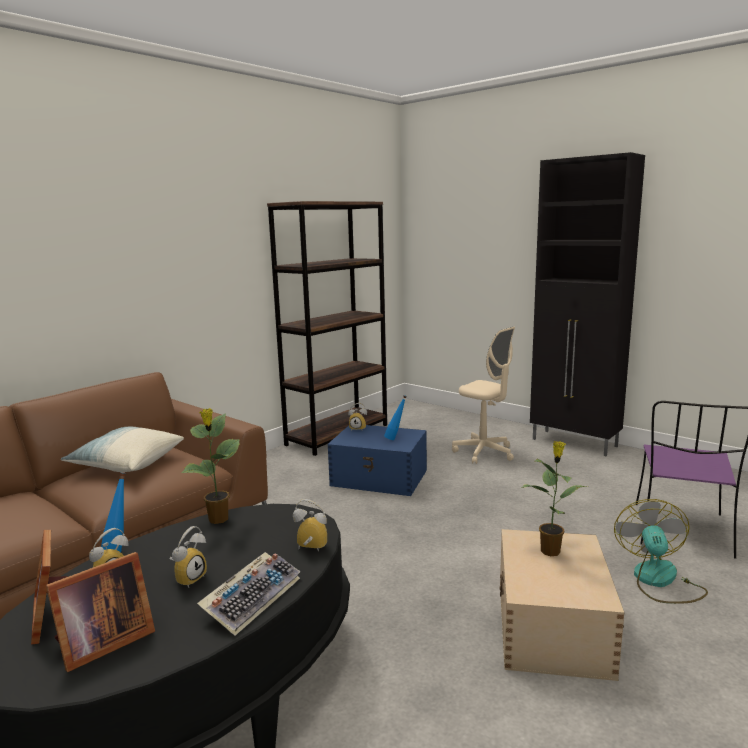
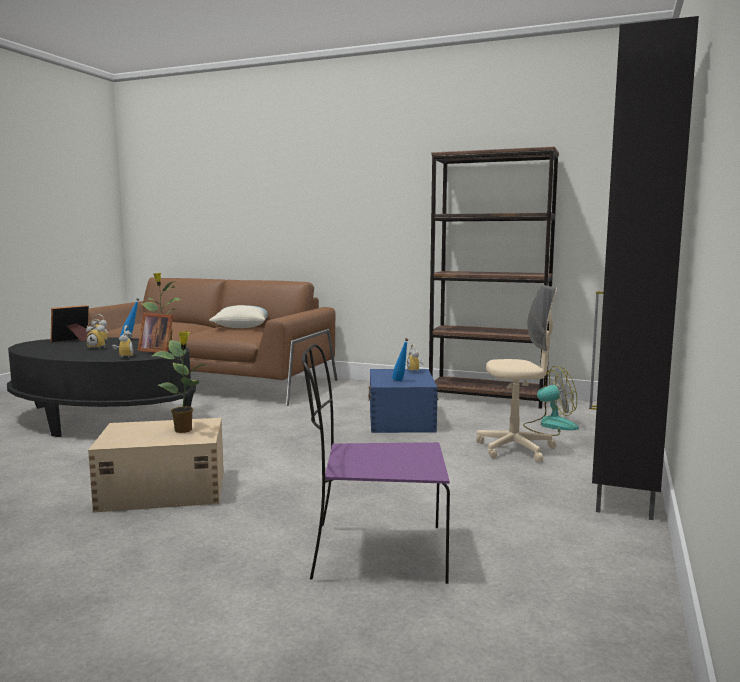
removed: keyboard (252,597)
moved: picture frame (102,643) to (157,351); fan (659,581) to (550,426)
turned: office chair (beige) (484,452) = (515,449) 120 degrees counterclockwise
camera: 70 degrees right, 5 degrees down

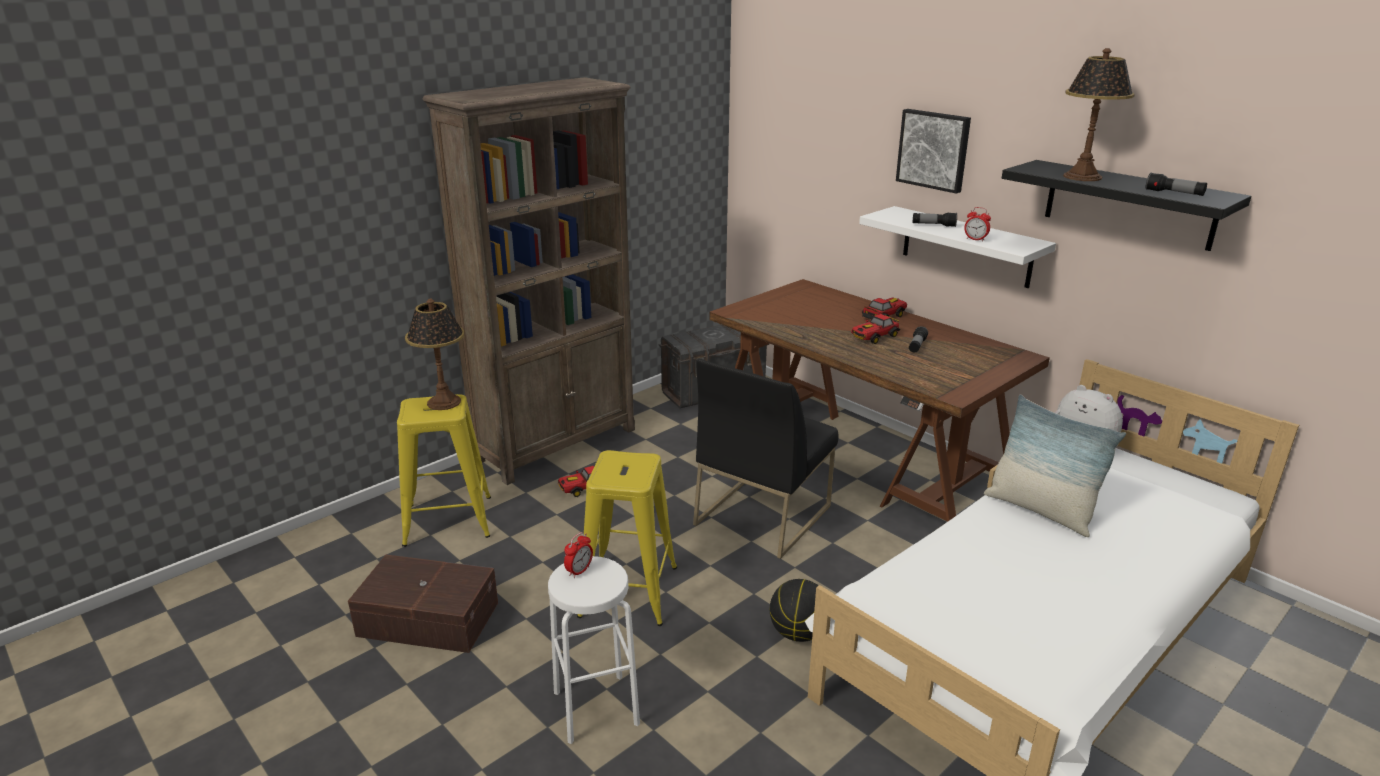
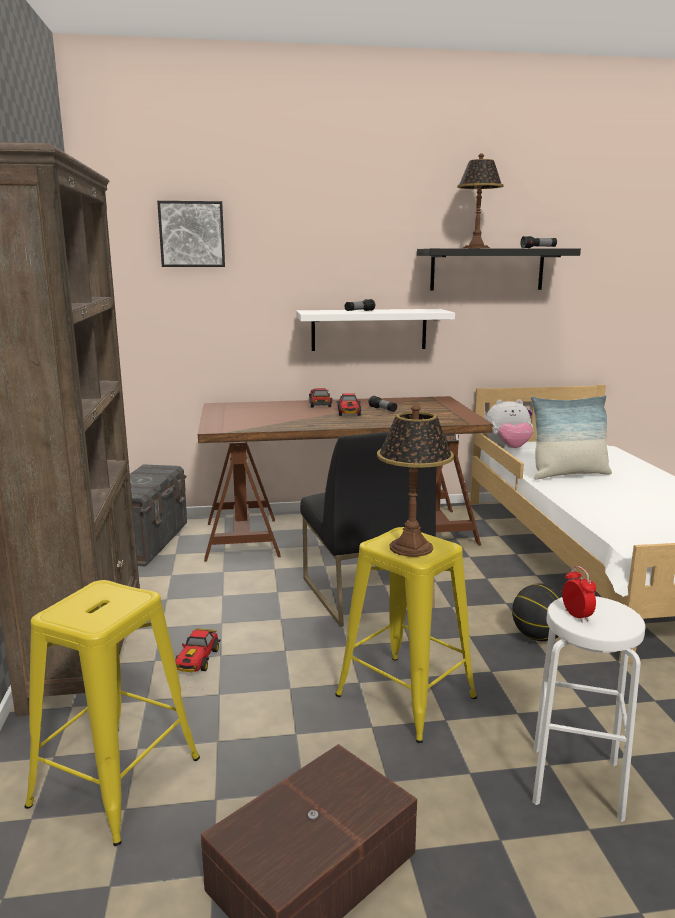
removed: alarm clock (975,239)
moved: table lamp (444,402) to (411,547); picture (934,150) to (192,234)
camera: 55 degrees left, 10 degrees down

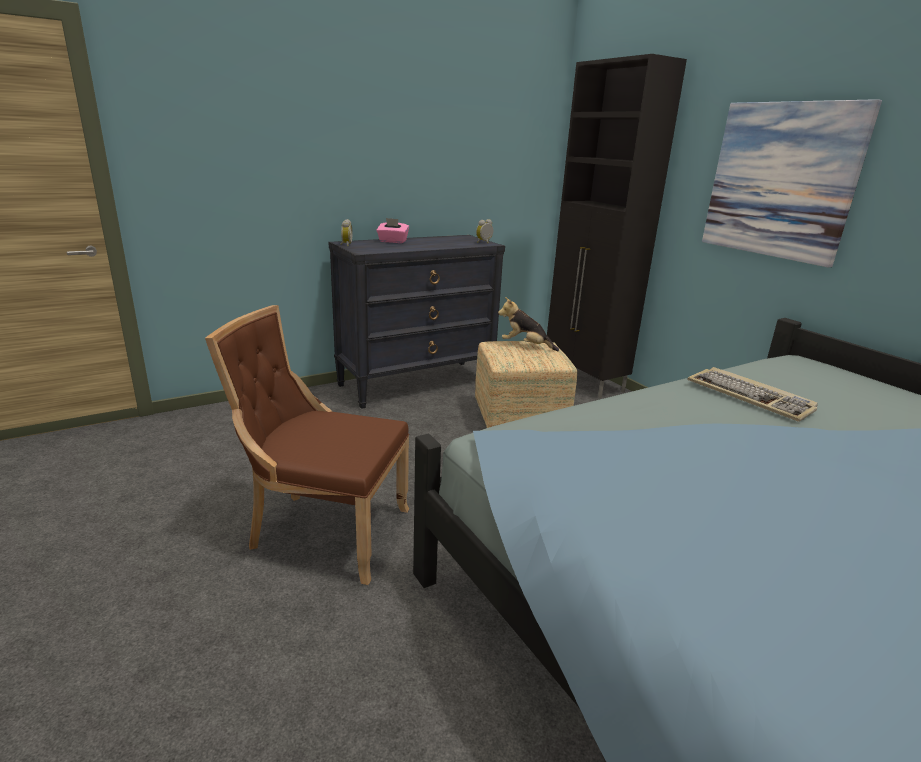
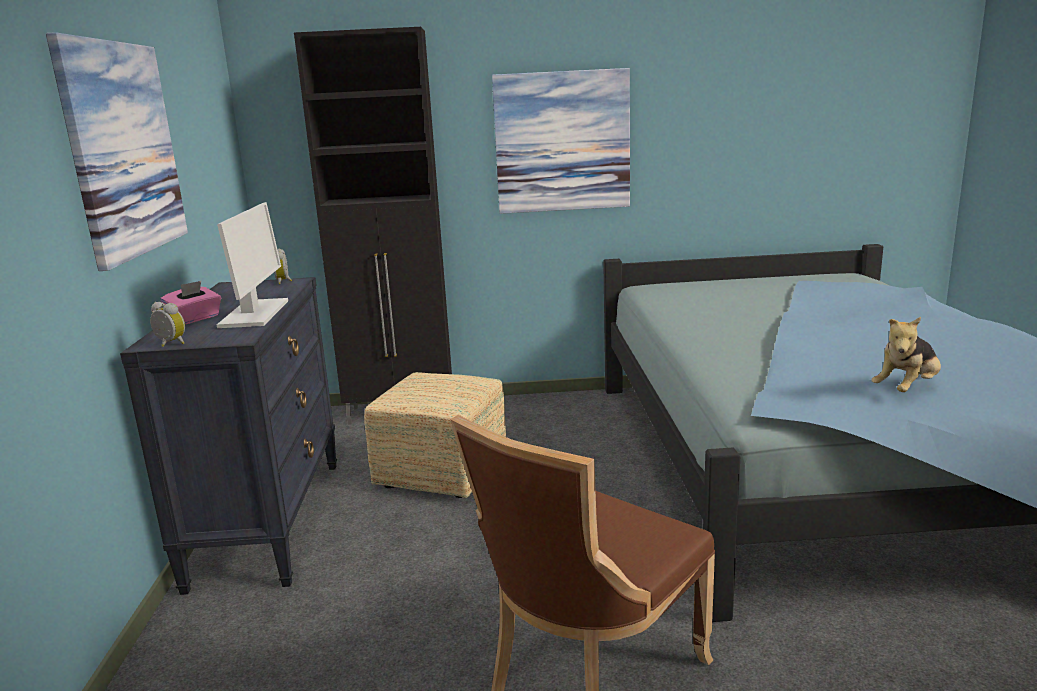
removed: keyboard (750,397)
added: picture (123,150); monitor (255,314)
moved: plush toy (525,346) to (907,389)
camera: 60 degrees left, 5 degrees down

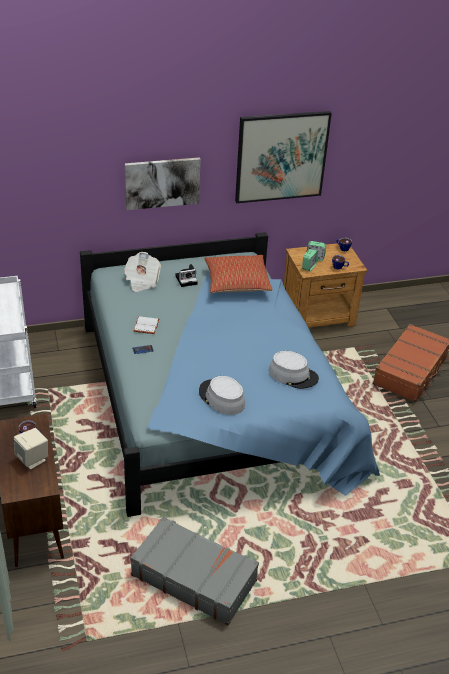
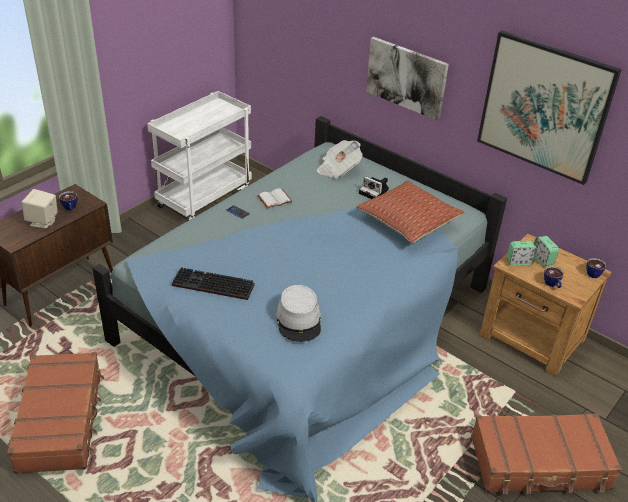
replaced: hat (grey) (221,398) to keyboard (211,286)
recoloured: suitcase (grey) (194,577) to suitcase (brown) (61,420)
camera: 55 degrees right, 0 degrees up

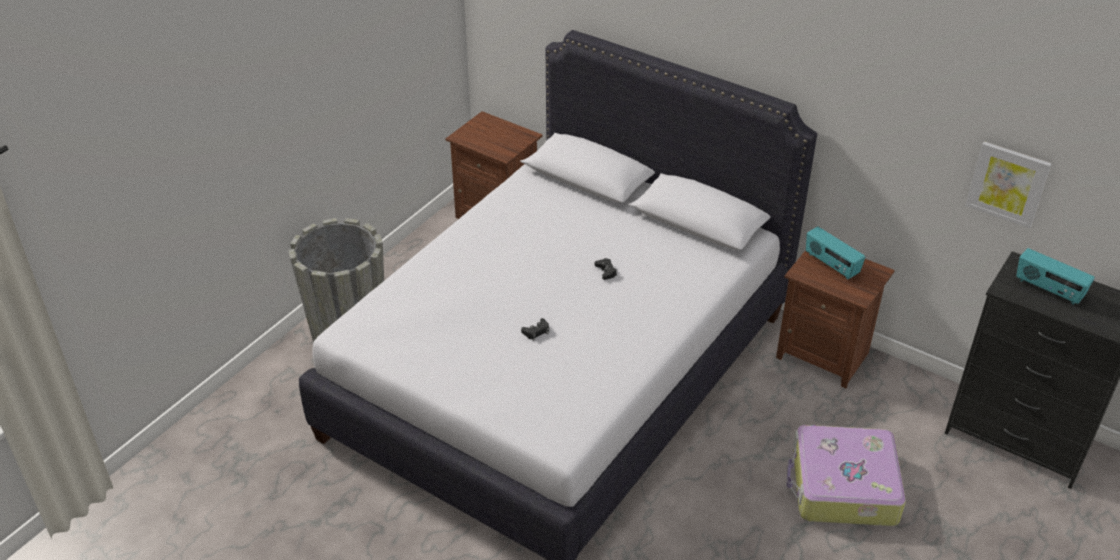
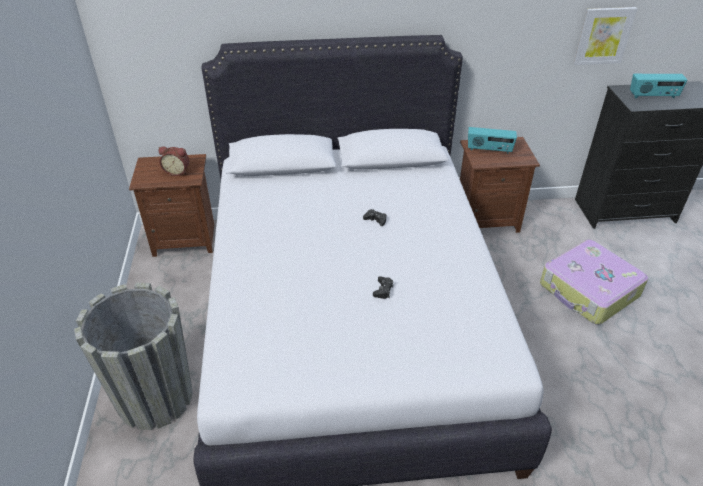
added: alarm clock (177,171)
camera: 40 degrees left, 0 degrees up

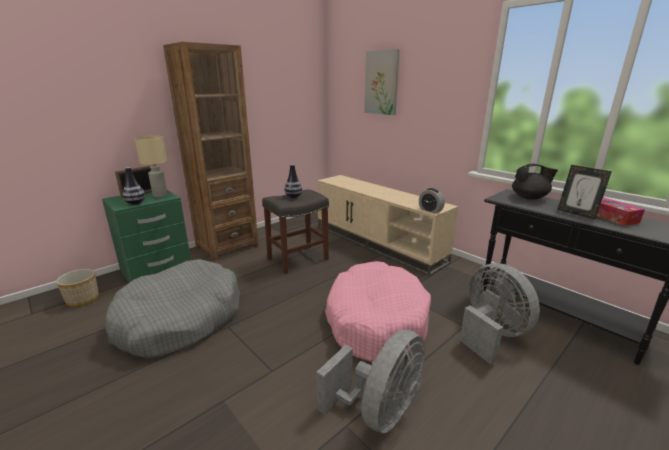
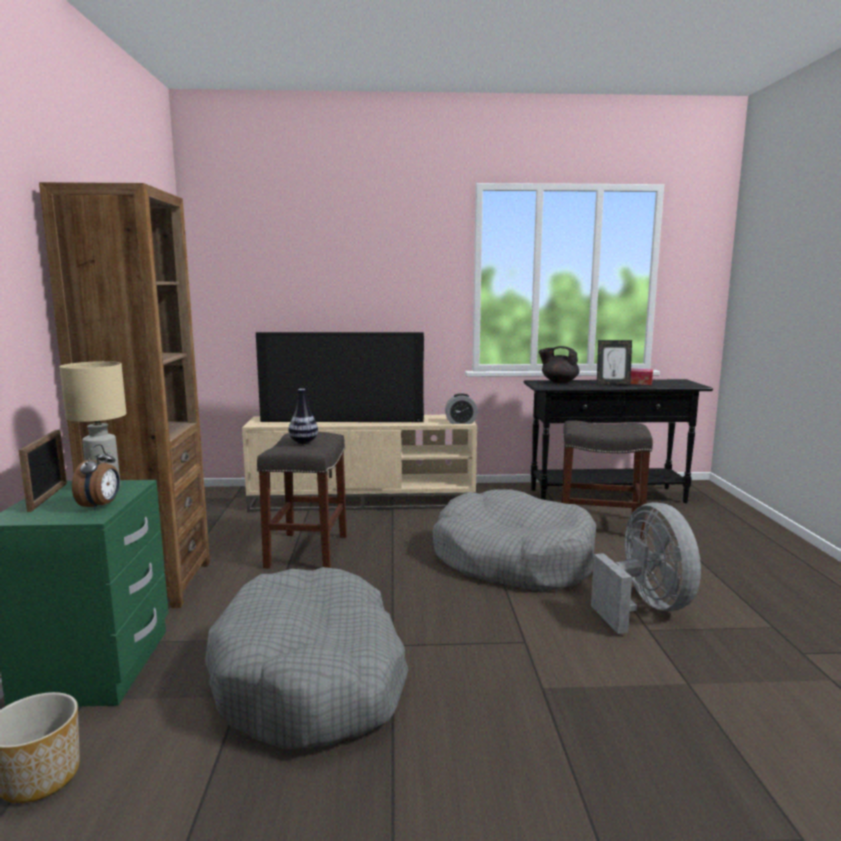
removed: picture (382,83)
added: television (343,419)
replaced: vase (135,203) to alarm clock (101,506); fan (grey) (490,334) to stool (grey) (598,525)
recoloured: dog bed (pink) (375,321) to dog bed (grey) (513,559)
turned: teapot (black) (529,198) = (558,382) 120 degrees counterclockwise
camera: 50 degrees left, 10 degrees down

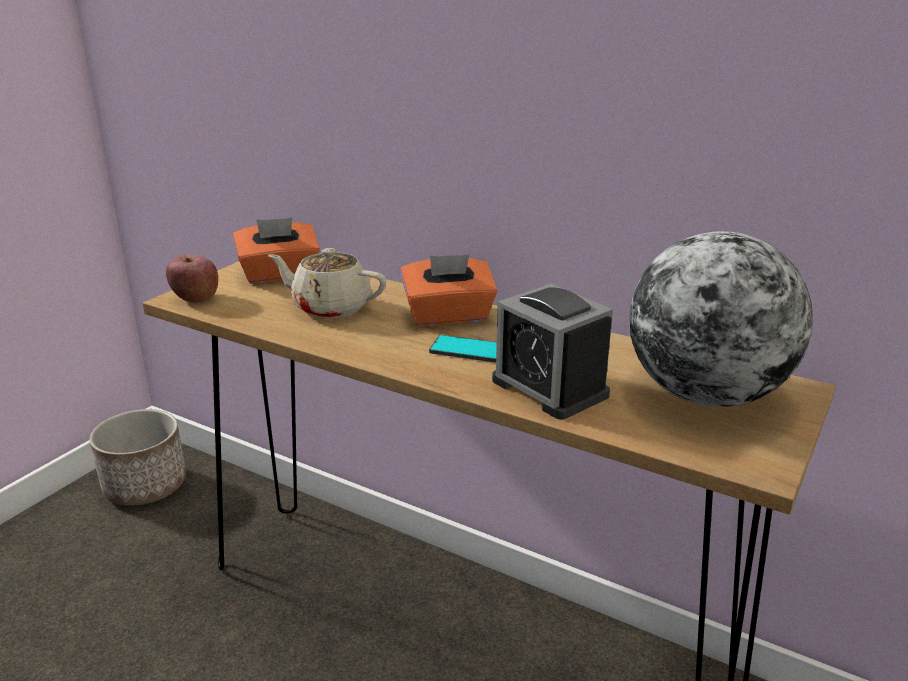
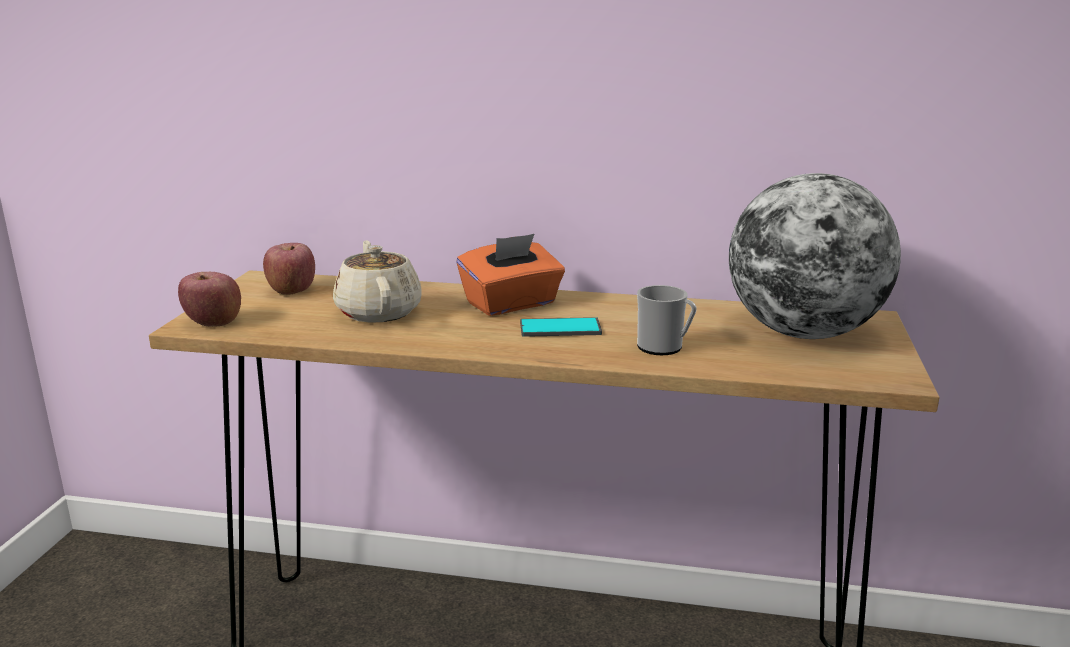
removed: planter (144,486)
replaced: tissue box (orange) (279,275) to apple (291,290); alarm clock (549,388) to mug (664,348)
turned: teapot (beige) (330,307) = (378,311) 75 degrees clockwise
camera: 20 degrees left, 5 degrees down

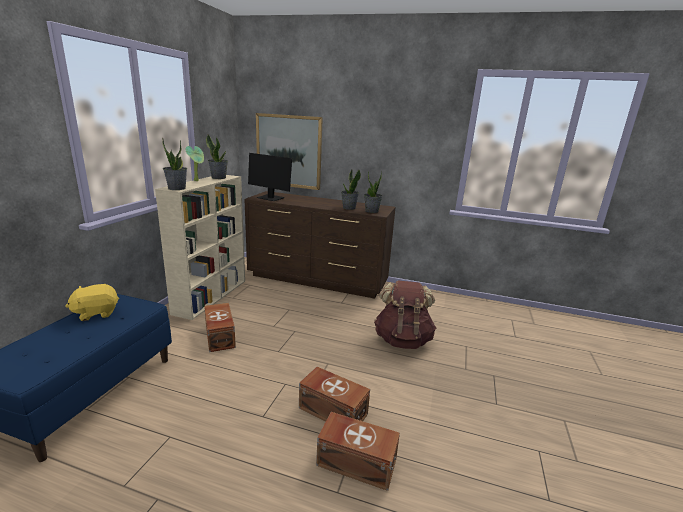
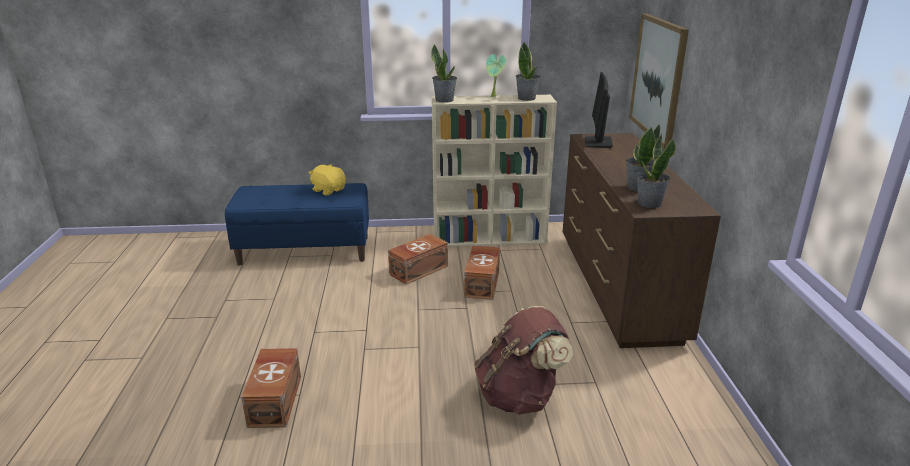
moved: storage box (brown) (332,410) to (483,283)
camera: 70 degrees right, 5 degrees up

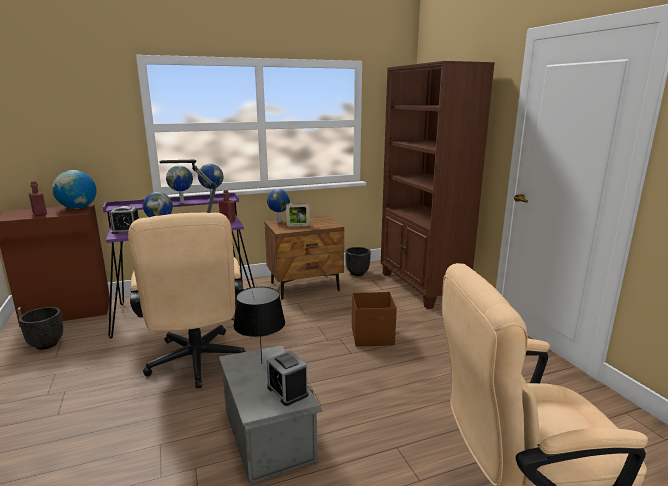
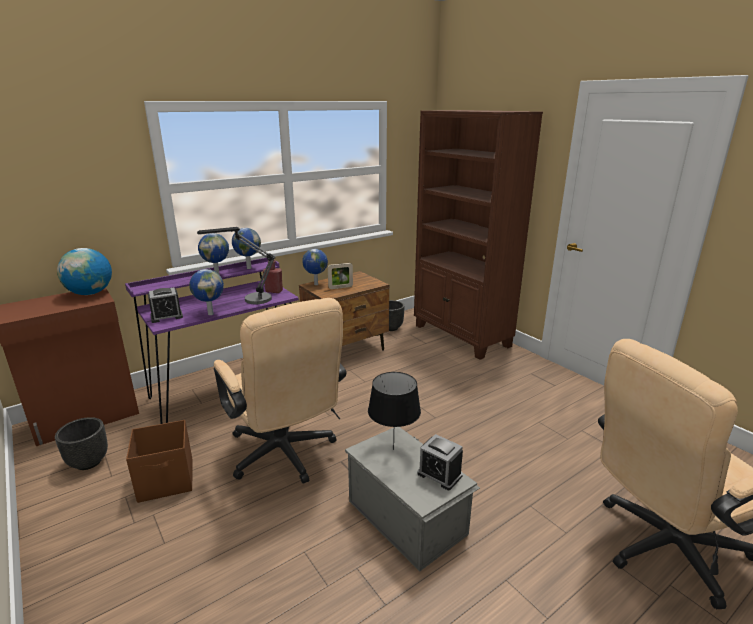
removed: bottle (red) (40,214)
moved: storage box (brown) (373,337) to (167,481)
camera: 15 degrees left, 5 degrees up

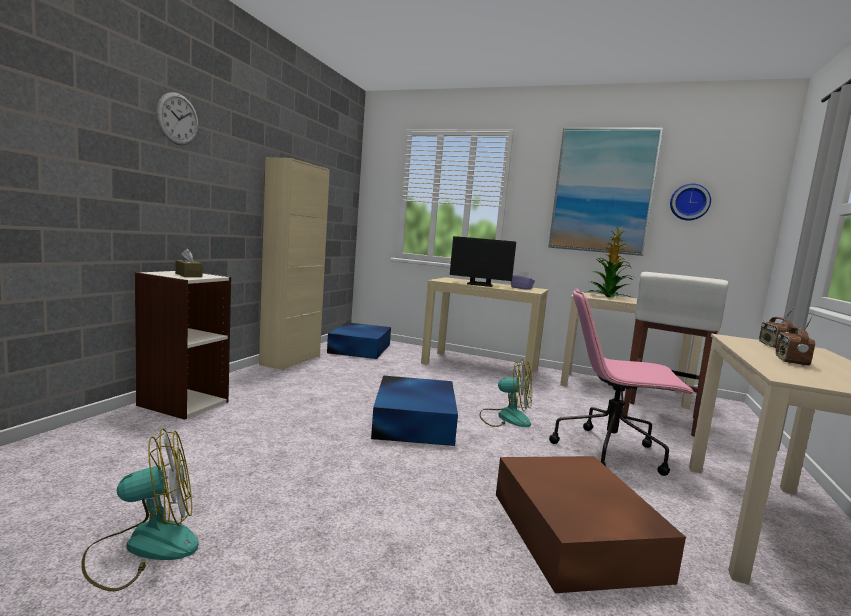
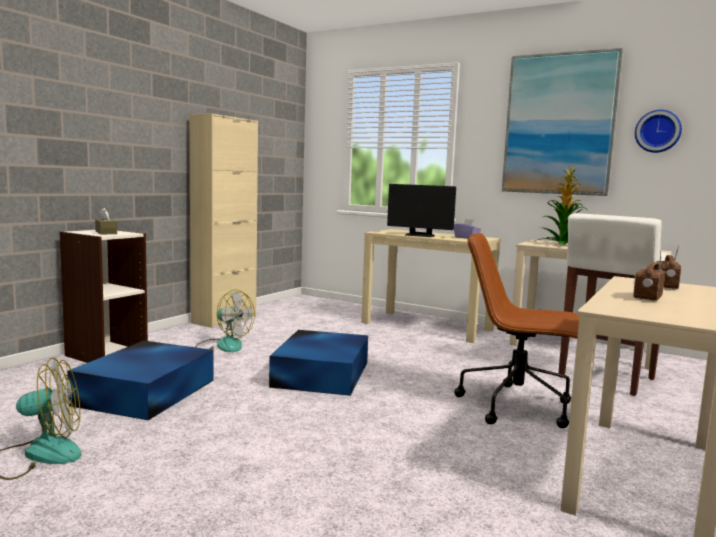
removed: wall clock (178,119); storage box (brown) (575,535)
moved: storage box (blue) (360,348) to (147,392); fan (505,417) to (223,345)
recoloured: office chair (pink) (610,452) to office chair (brown) (518,406)
camera: 10 degrees right, 0 degrees up

